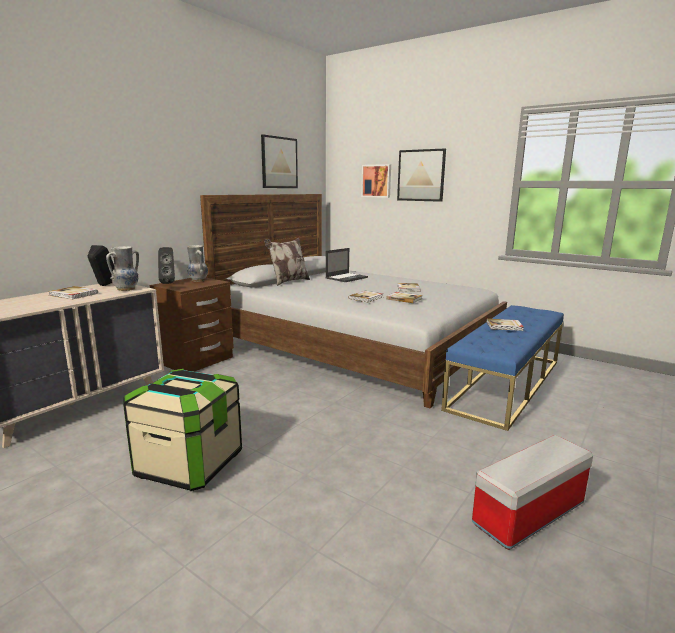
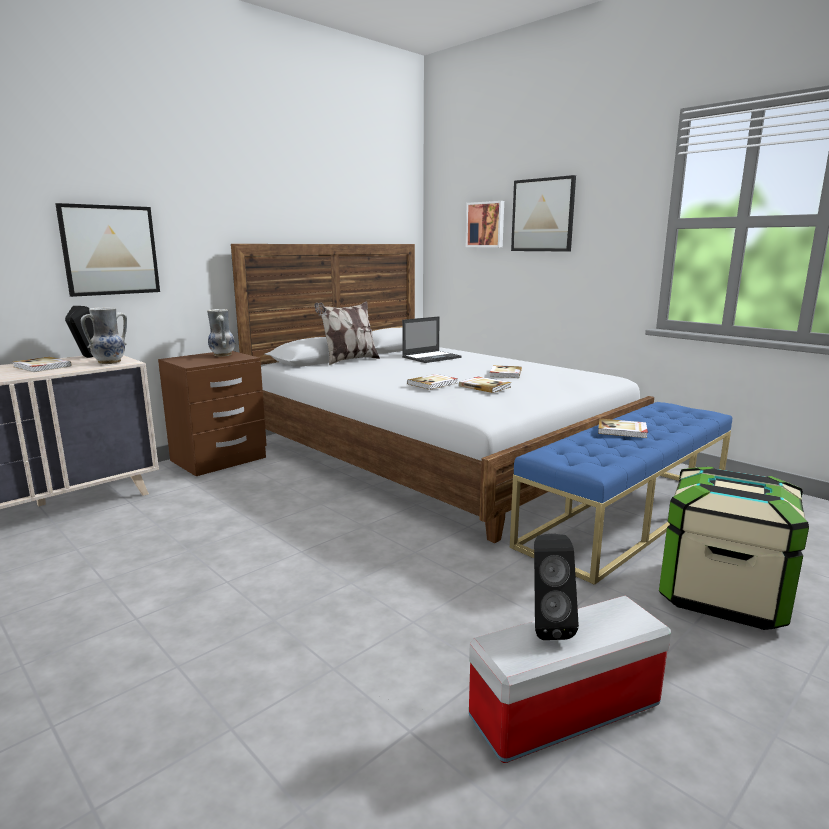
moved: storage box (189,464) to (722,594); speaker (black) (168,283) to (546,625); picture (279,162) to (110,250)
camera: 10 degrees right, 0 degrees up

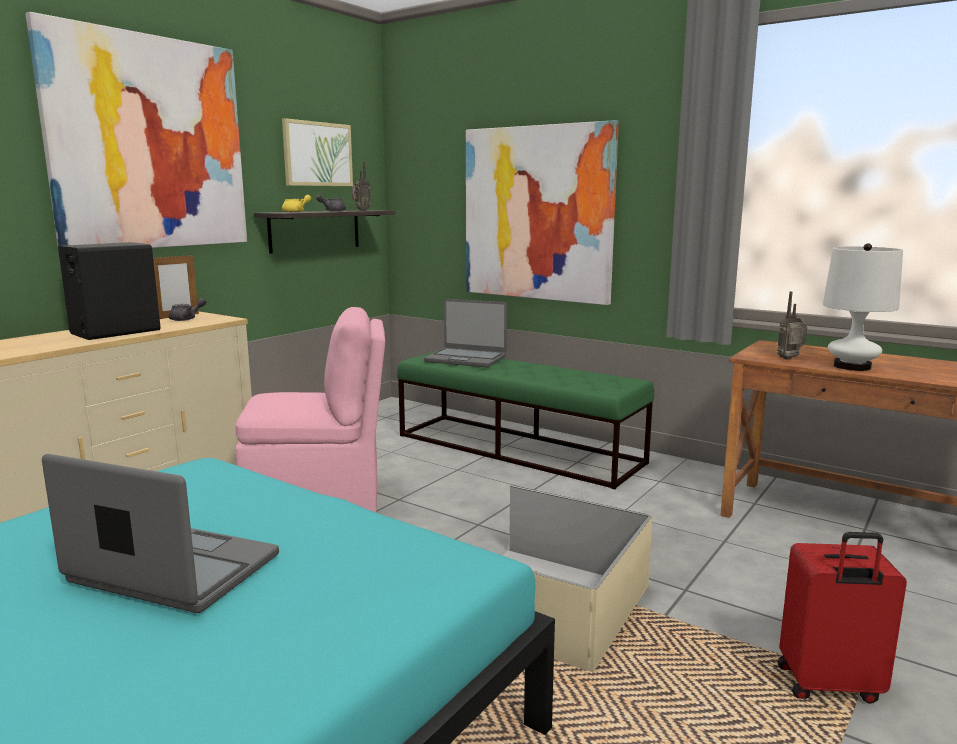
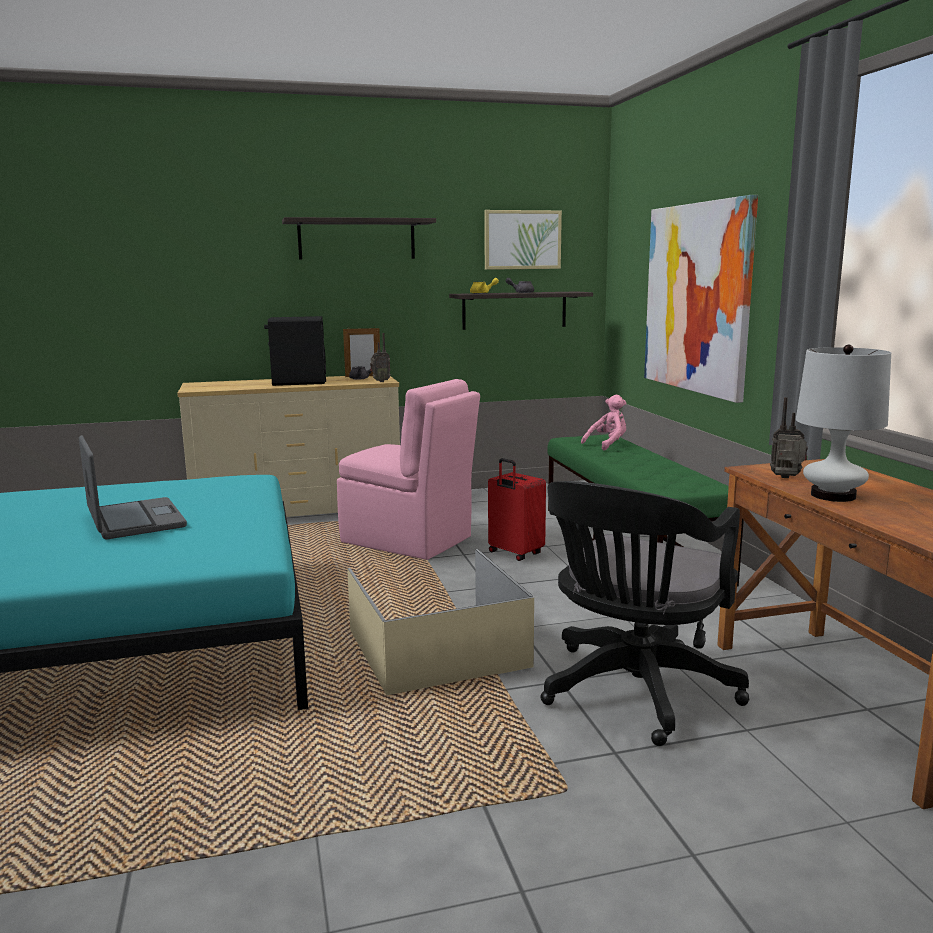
added: office chair (black) (633,693)
moved: radio (361,210) to (380,381); suitcase (red) (829,686) to (514,553)
replaced: picture (149,143) to shelf (357,239); laptop (466,359) to plush toy (pink) (608,444)
camera: 40 degrees right, 0 degrees up

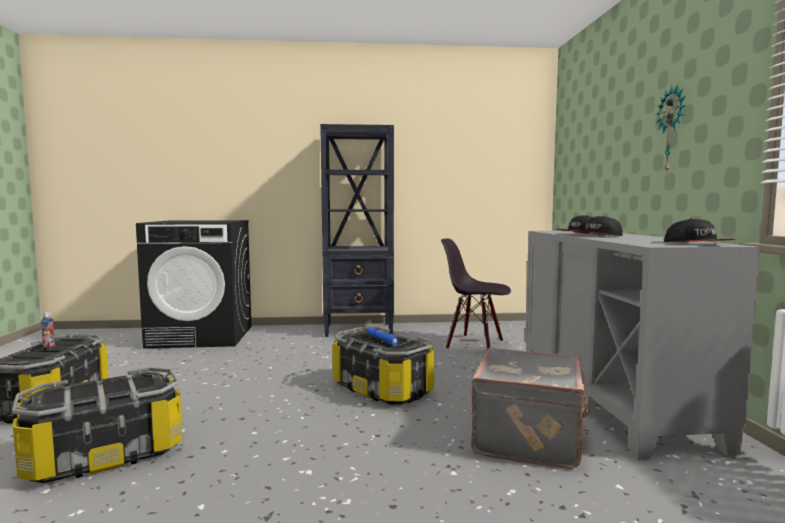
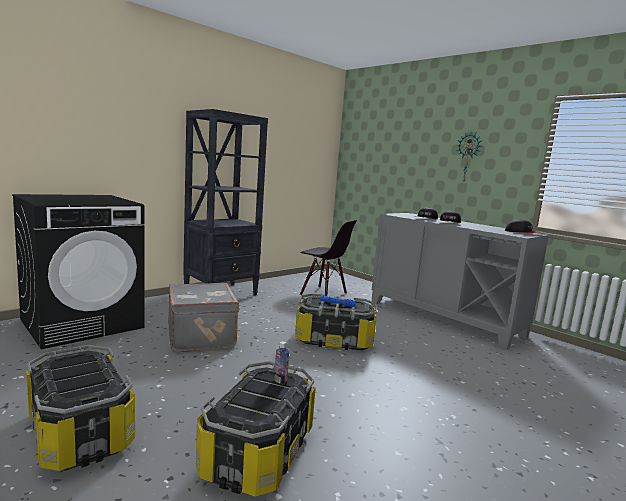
moved: bottle (49,348) to (280,381); suitcase (grey) (530,438) to (202,336)
turned: chair (black) (475,344) = (323,294) 135 degrees counterclockwise
camera: 40 degrees left, 5 degrees up

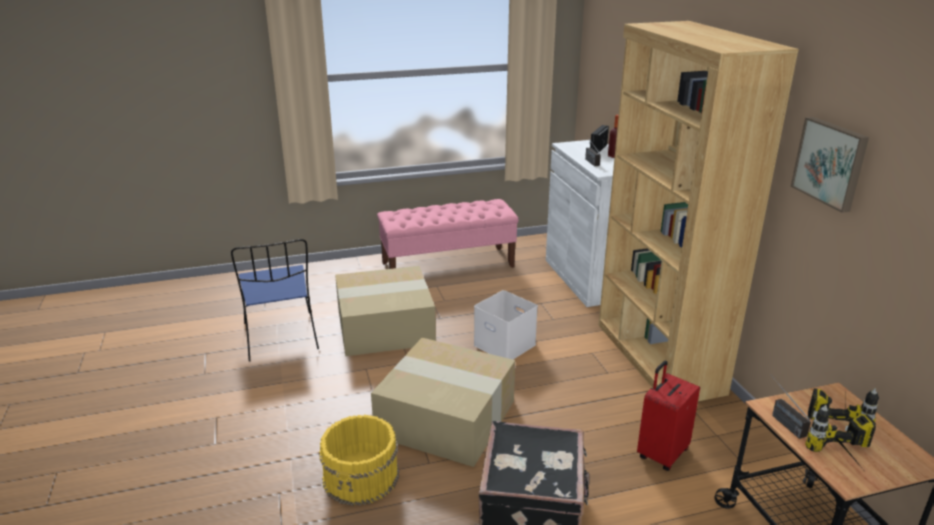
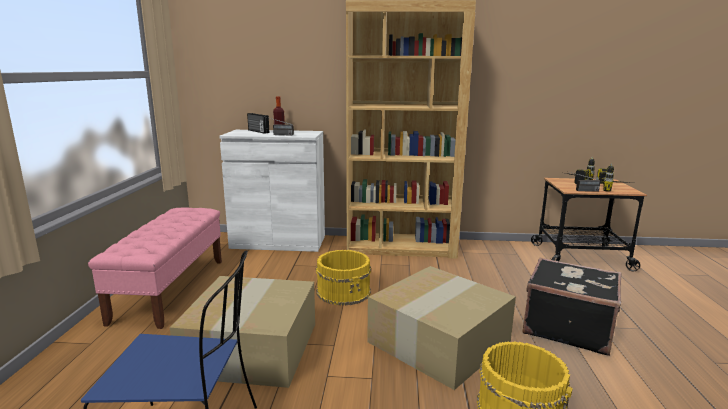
removed: suitcase (red) (661,453); picture (831,163)
replaced: storage box (white) (506,345) to bucket (yellow) (344,291)
camera: 70 degrees left, 10 degrees down

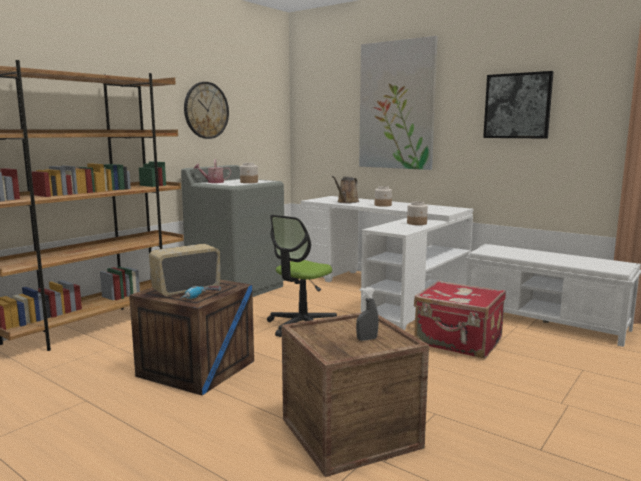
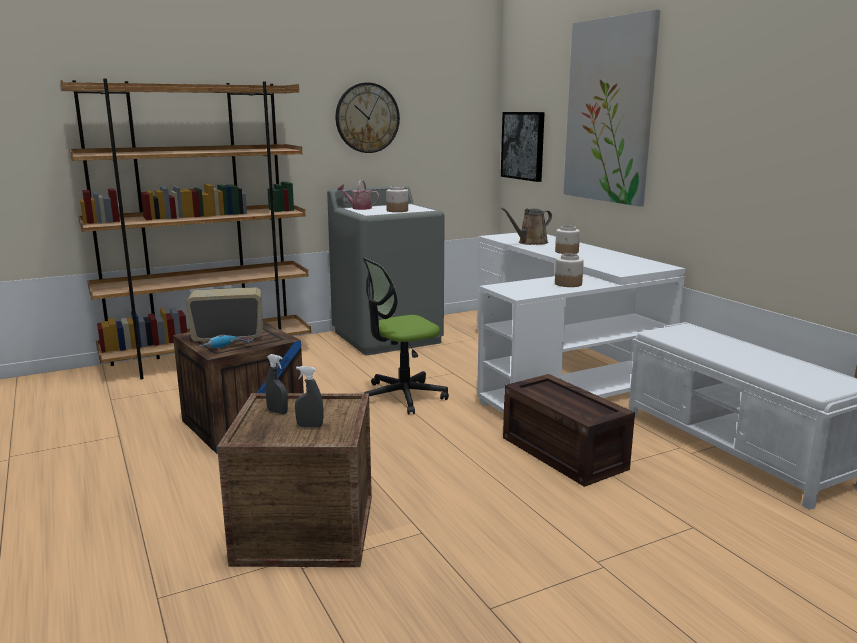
added: spray bottle (grey) (277,412)
moved: picture (517,106) to (523,145)
replaced: suitcase (red) (458,342) to crate (566,453)
camera: 25 degrees right, 5 degrees up

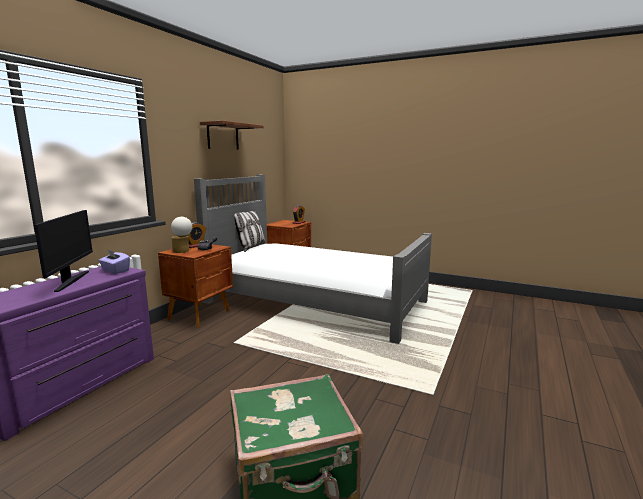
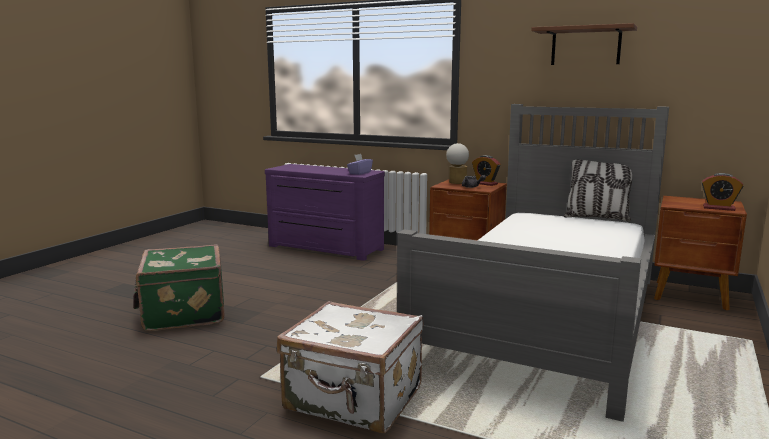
removed: monitor (70,281)
added: suitcase (white) (354,400)
camera: 90 degrees right, 0 degrees up

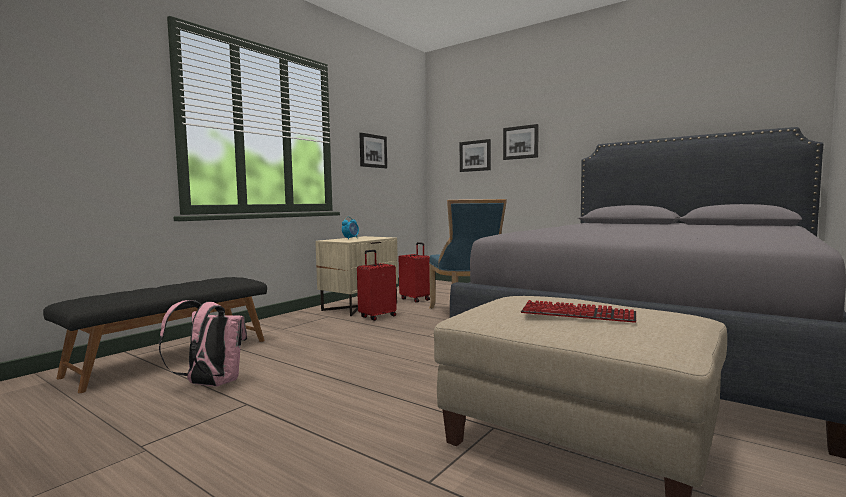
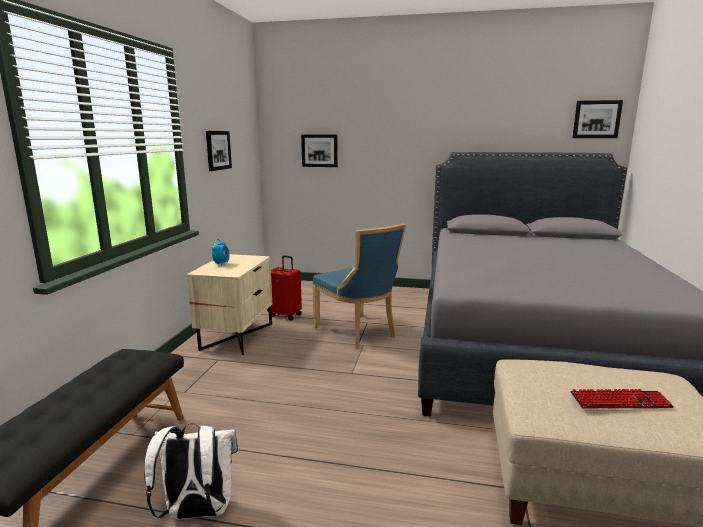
removed: suitcase (red) (377,317)
moved: picture (520,142) to (596,119)
recoloured: backpack (pink) (210,384) to backpack (white) (197,512)
camera: 25 degrees left, 10 degrees up

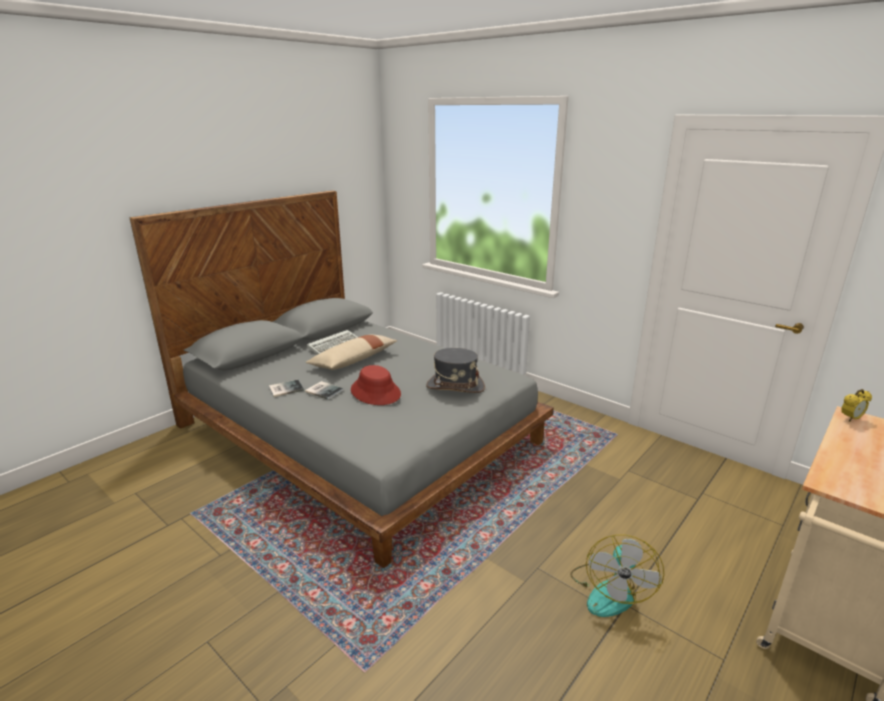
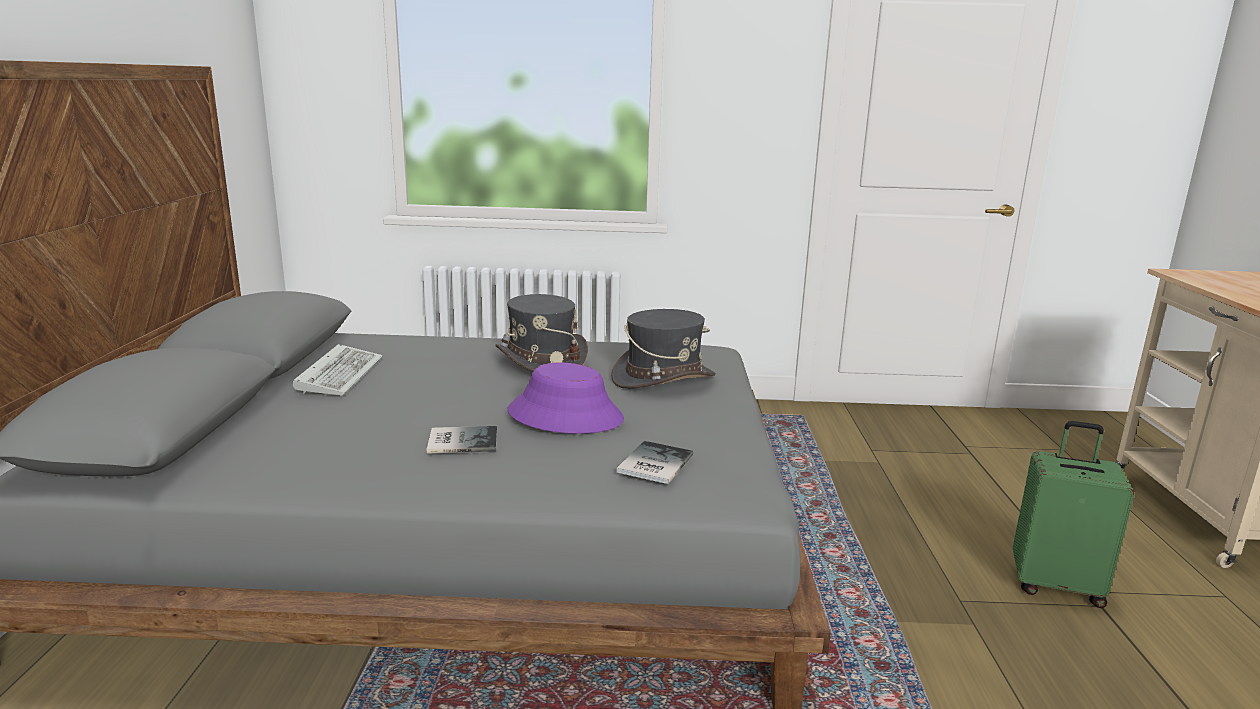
removed: pillow (beige) (353,360); alarm clock (851,419)
added: hat (grey) (541,361)
moved: book (285,388) to (652,464)
replaced: fan (610,591) to suitcase (green) (1056,585)
recoloured: hat (red) (376,392) to hat (purple) (565,415)
camera: 40 degrees left, 5 degrees down

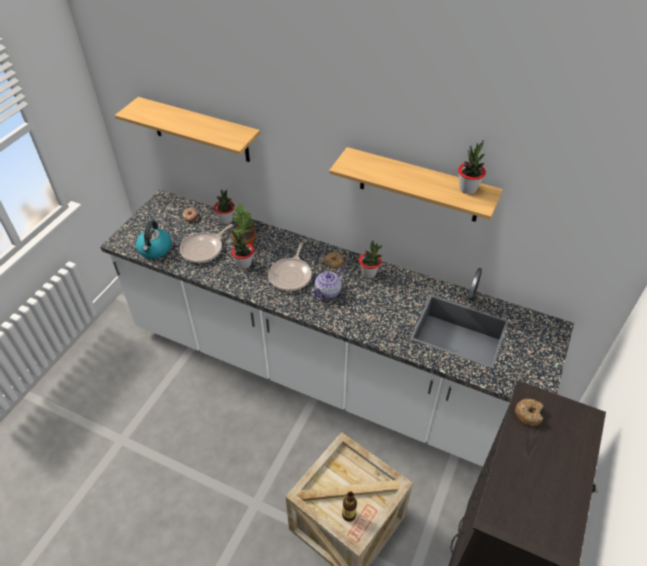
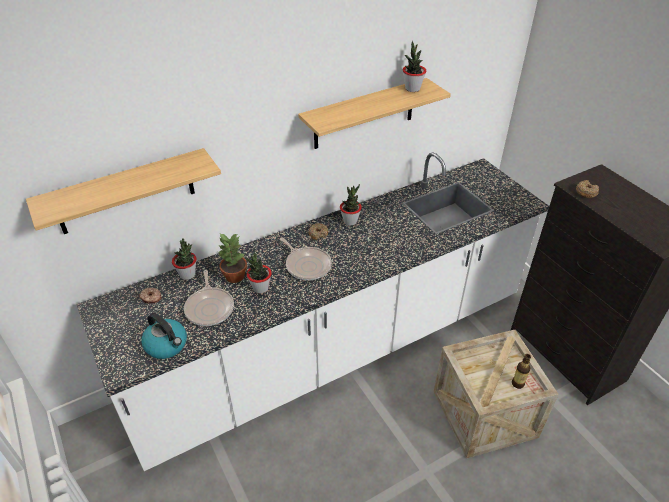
removed: teapot (328,292)
camera: 55 degrees left, 5 degrees down

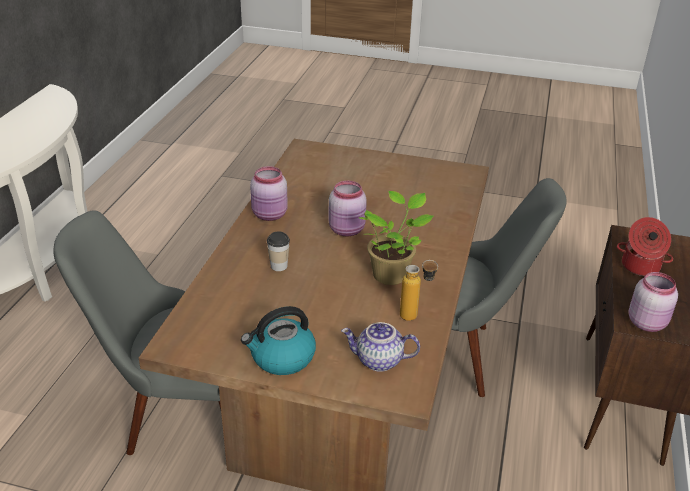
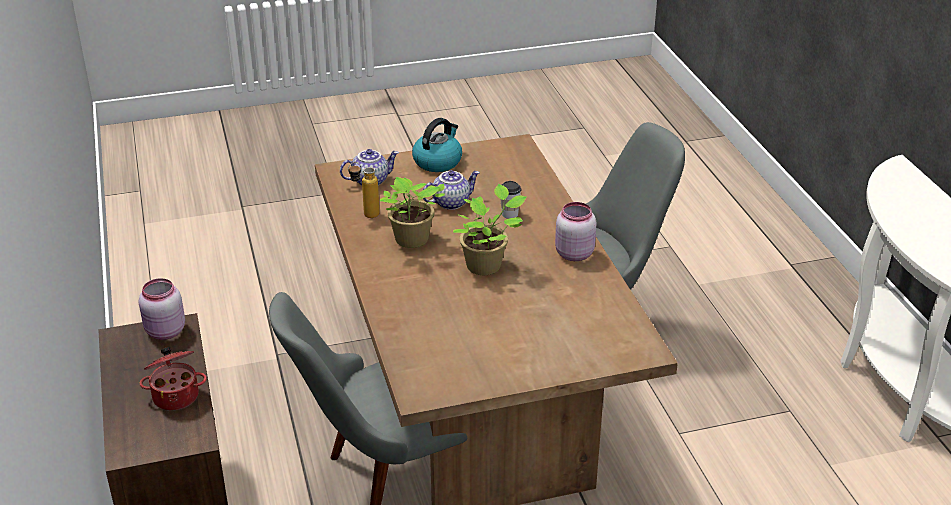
added: teapot (451,202)
replaced: jar (pink) (347,230) to potted plant (486,265)
camera: 150 degrees right, 0 degrees up

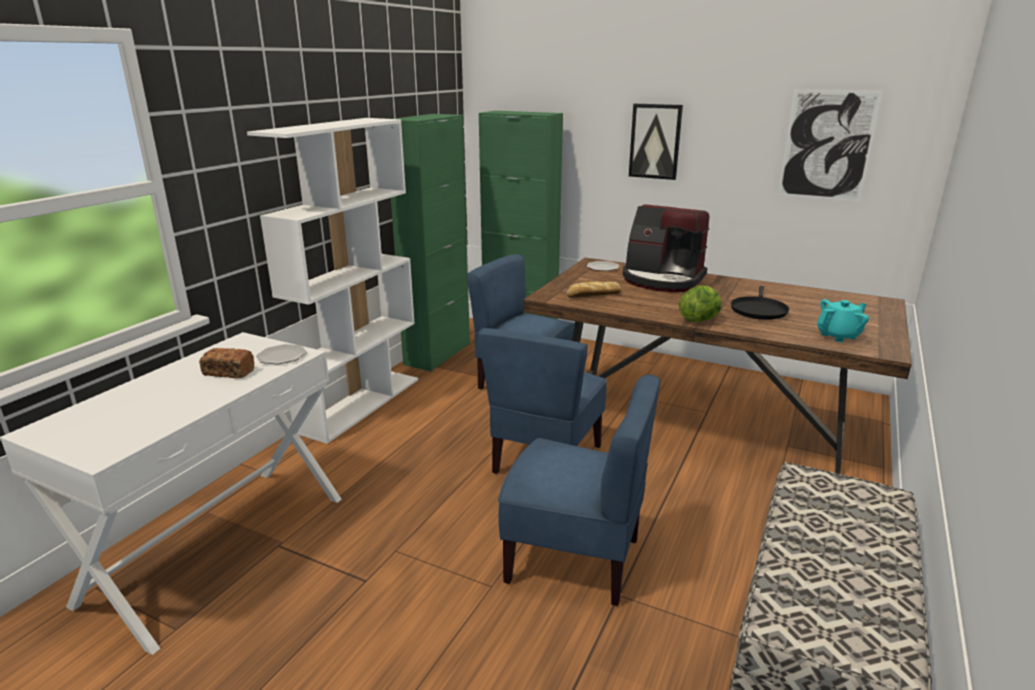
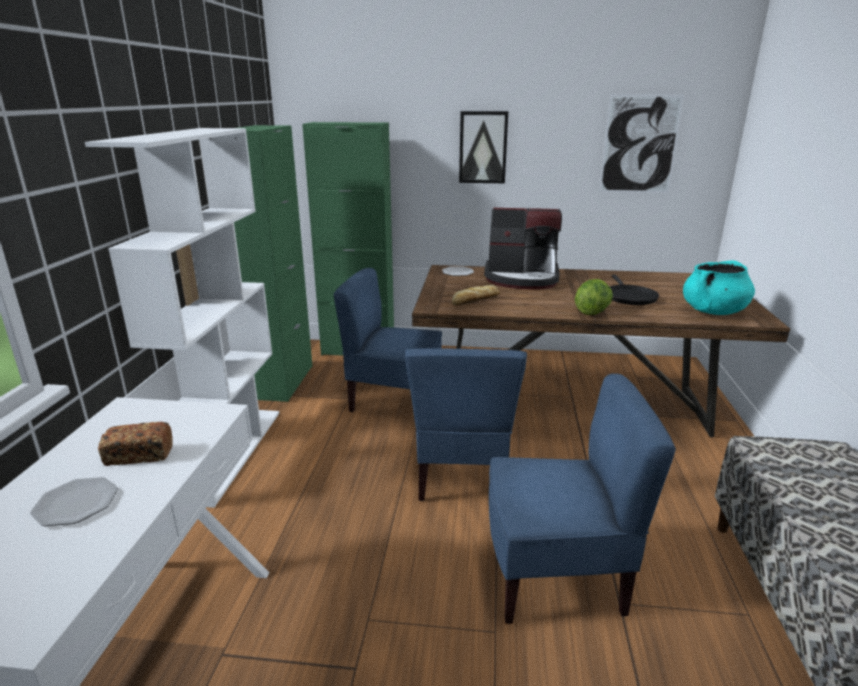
moved: plate (281,356) to (76,503)
replaced: teapot (turquoise) (838,336) to cooking pot (turquoise) (713,311)
camera: 20 degrees left, 0 degrees up

